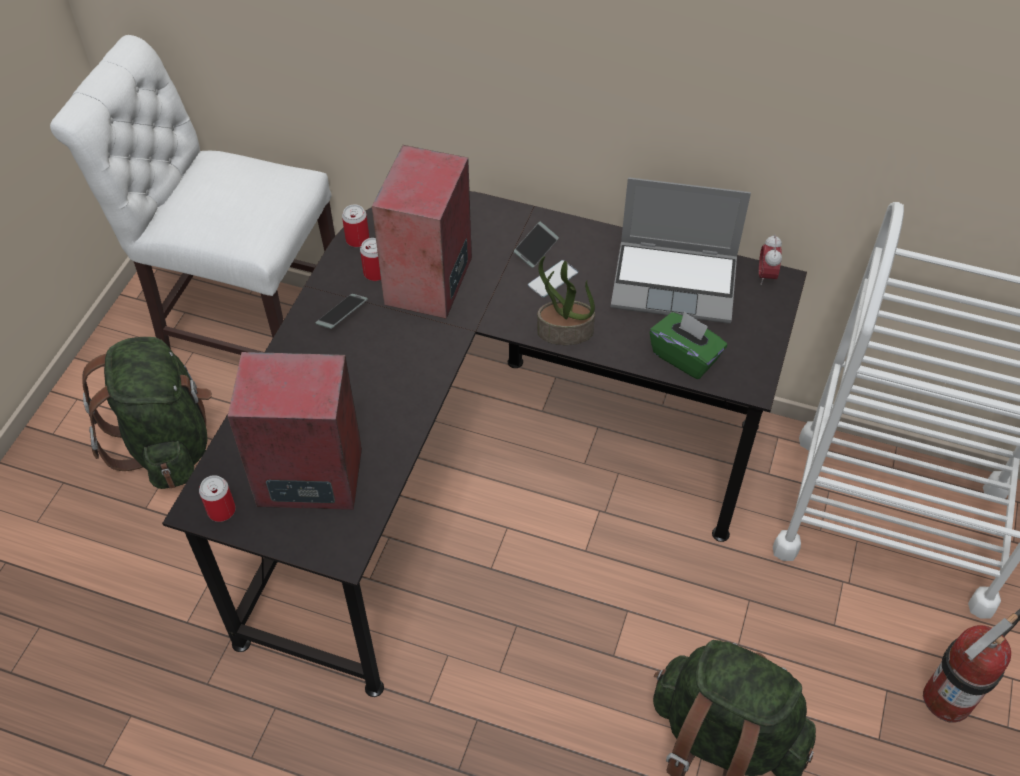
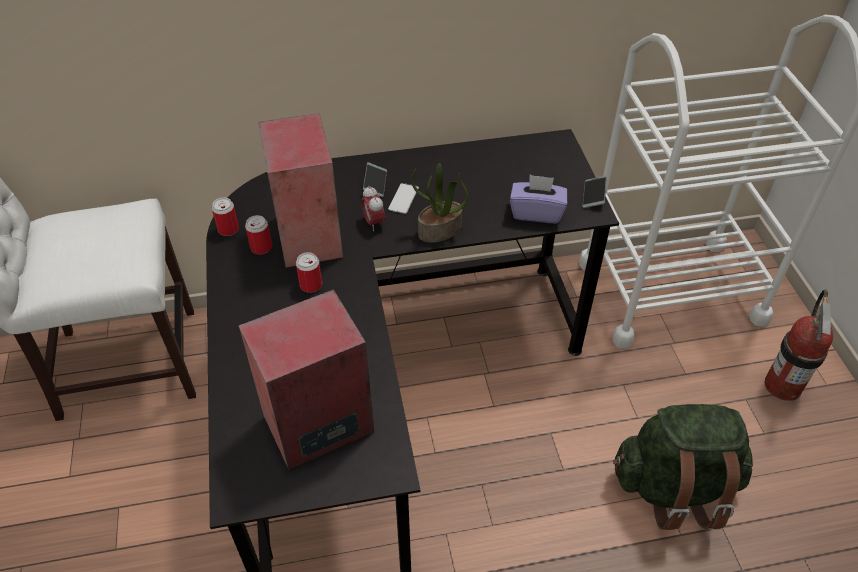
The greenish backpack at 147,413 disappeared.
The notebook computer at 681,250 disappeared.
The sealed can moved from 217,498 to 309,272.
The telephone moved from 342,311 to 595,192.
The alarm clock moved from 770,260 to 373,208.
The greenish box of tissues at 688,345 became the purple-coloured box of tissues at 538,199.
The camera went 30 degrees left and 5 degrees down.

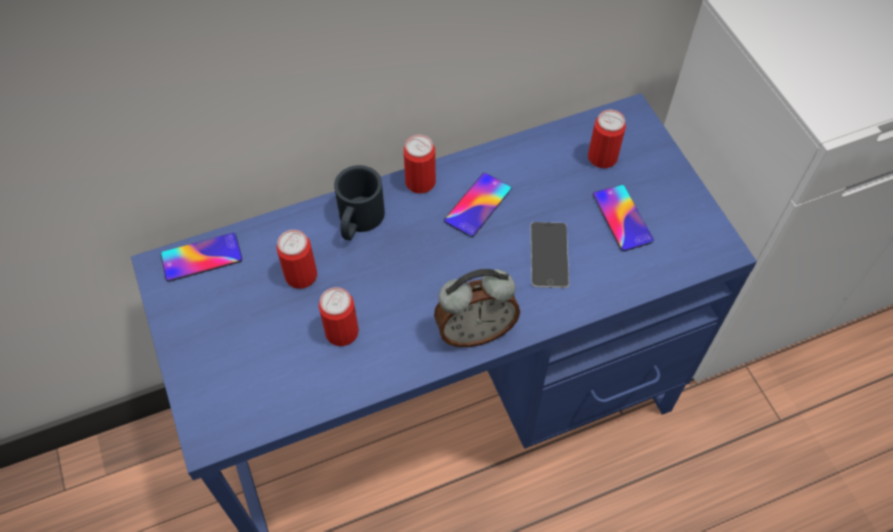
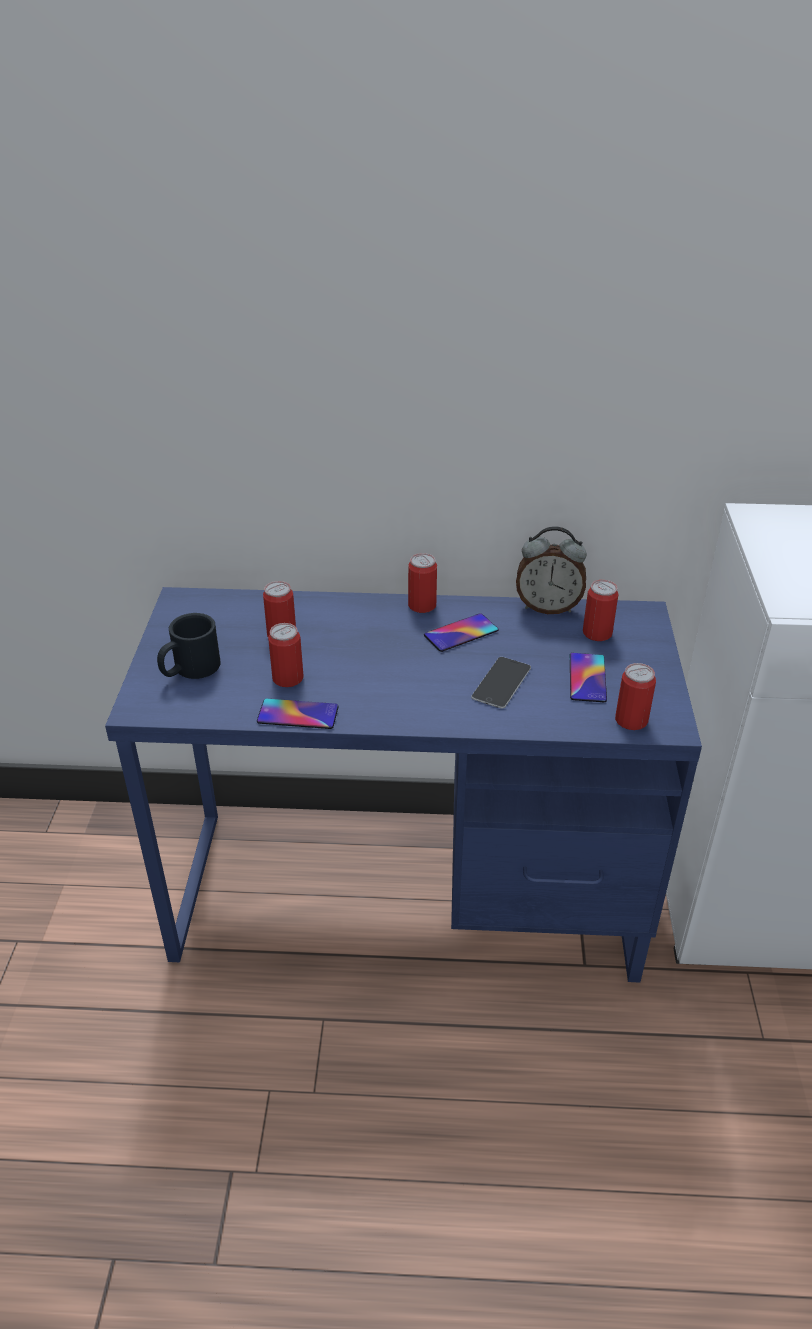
The sealed can at 635,696 appeared.
The telephone moved from 201,257 to 298,714.
The black-coloured tea mug moved from 359,202 to 189,646.
The alarm clock moved from 477,308 to 551,570.
The camera went 25 degrees right and 20 degrees down.

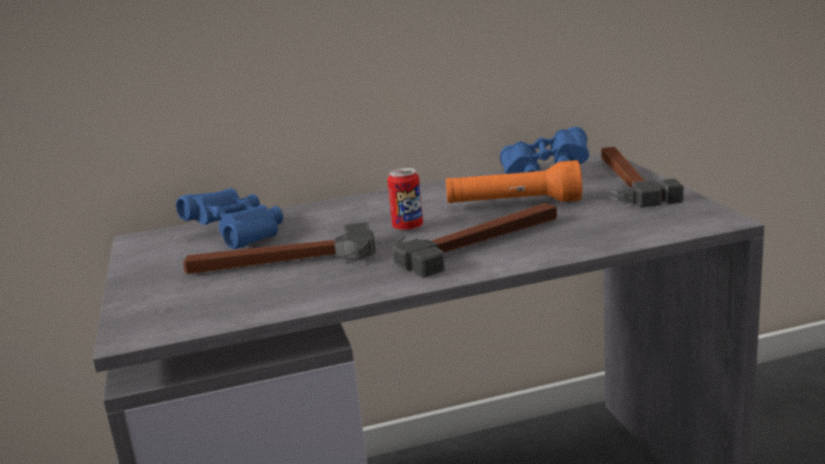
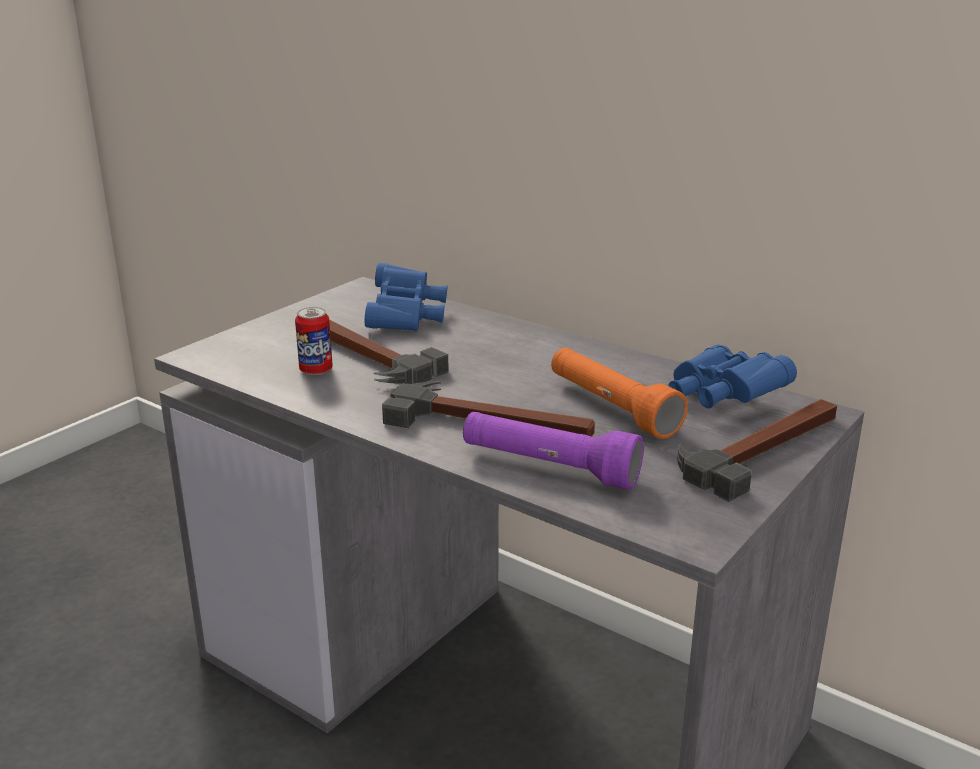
The purple-coloured torch at 553,451 appeared.
The sealed can moved from 405,200 to 314,341.
The camera went 50 degrees right and 5 degrees up.

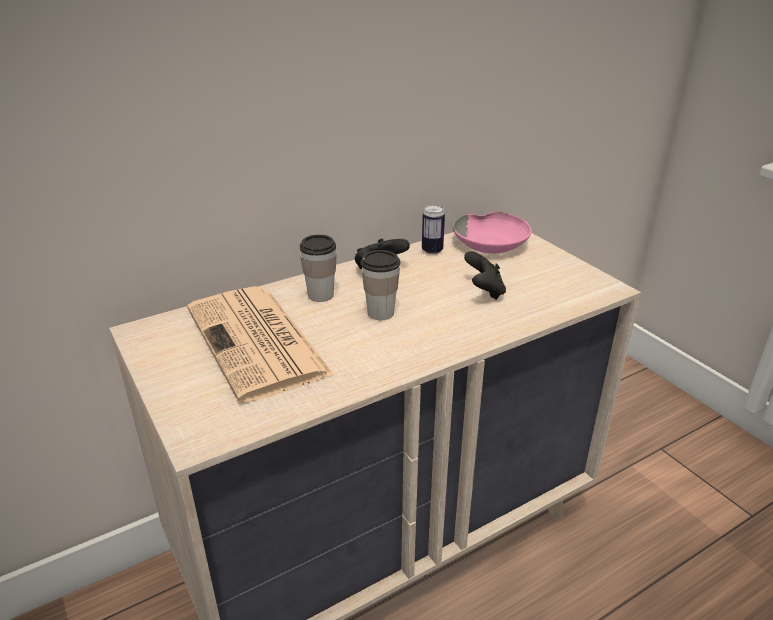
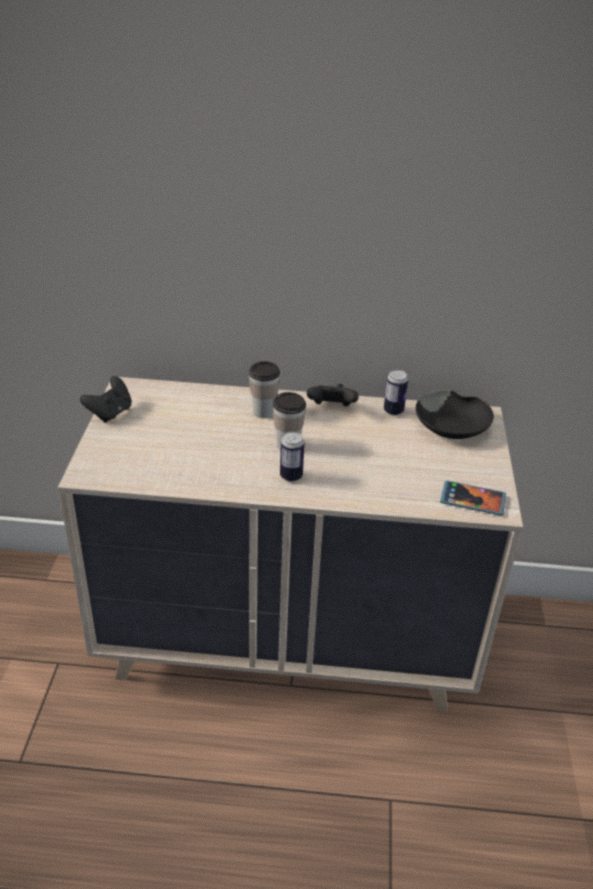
The daily paper at 260,344 disappeared.
The sealed can at 292,457 appeared.
The telephone at 473,498 appeared.
The black-coloured joypad moved from 485,275 to 106,399.
The pink-coloured serving bowl at 492,233 became the black-coloured serving bowl at 455,414.
The camera went 35 degrees right and 5 degrees up.

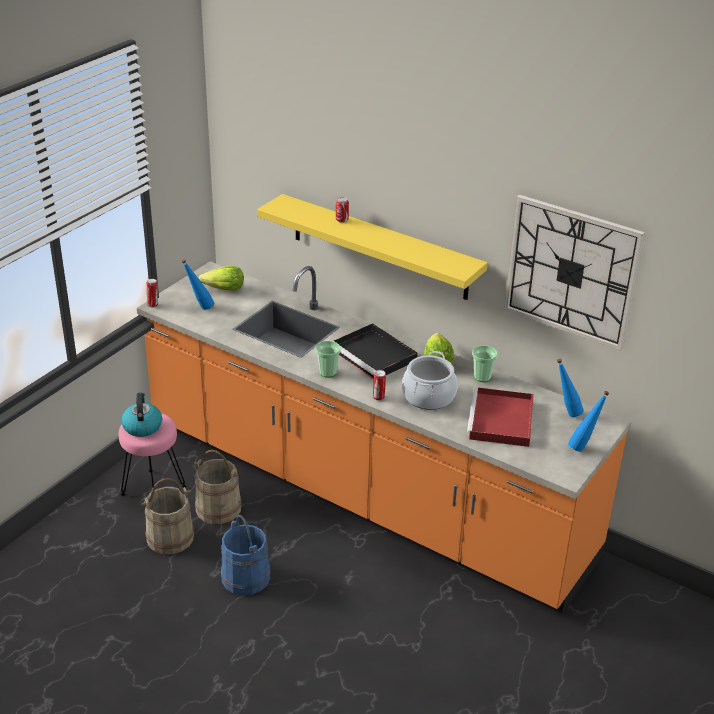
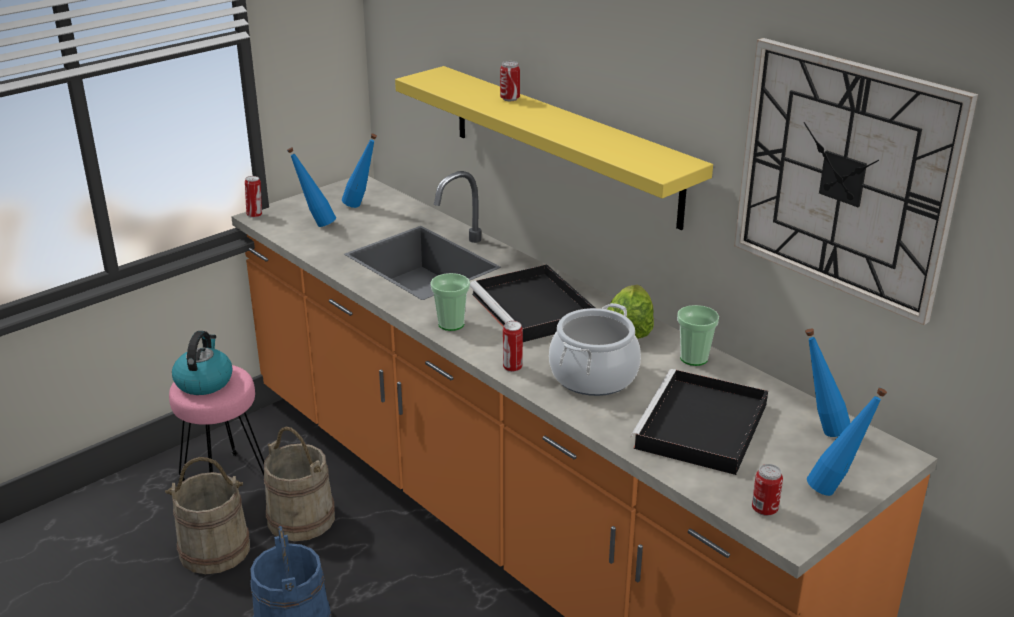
The sealed can at 767,490 appeared.
The lettuce head at 221,278 was replaced by the blue-coloured bottle at 359,171.
The red tray at 500,417 became the black-coloured tray at 699,422.
The camera went 15 degrees right and 5 degrees down.

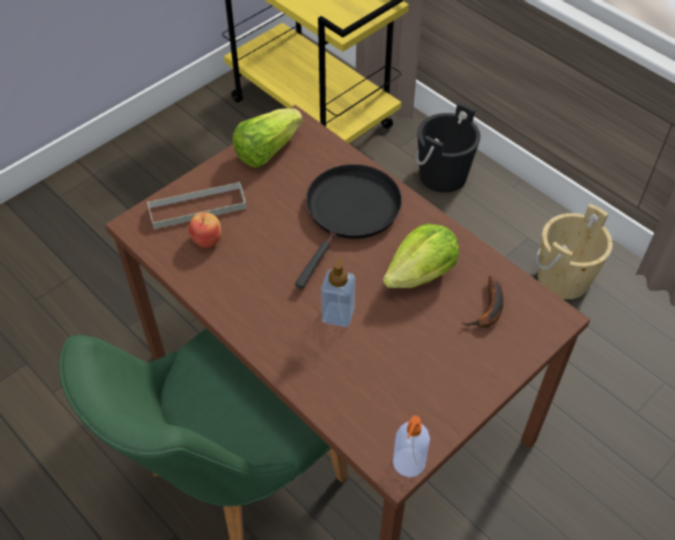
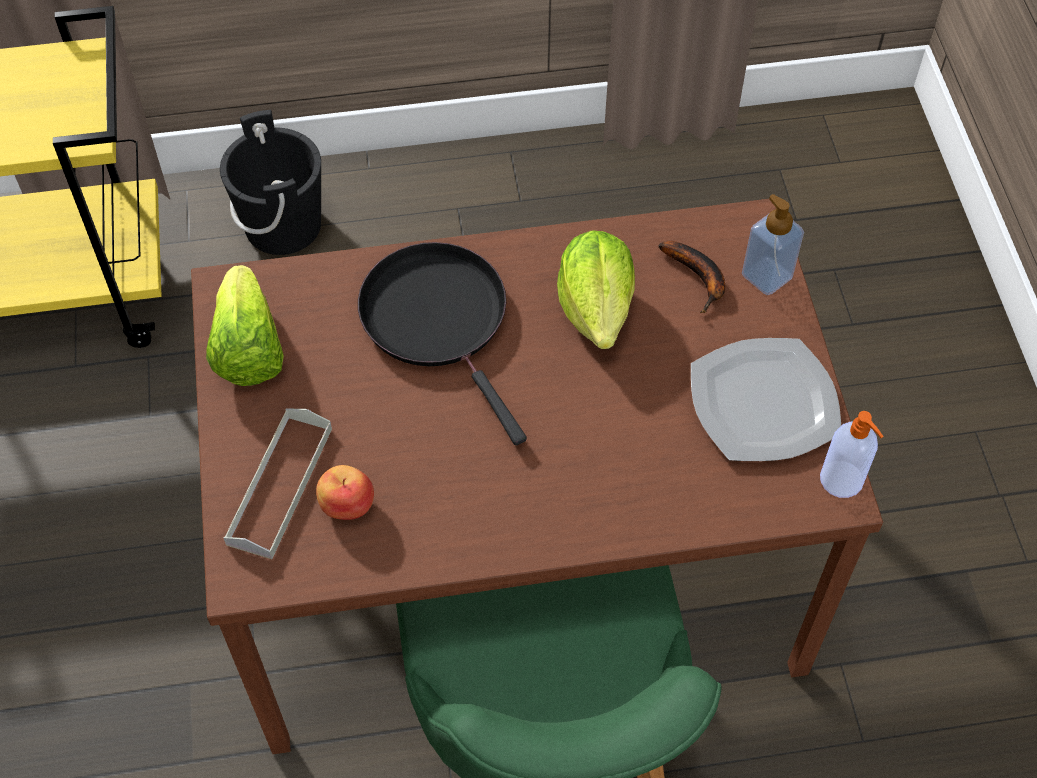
The sand-coloured bucket at 574,251 disappeared.
The plate at 766,399 appeared.
The soap bottle moved from 338,291 to 773,244.
The camera went 55 degrees left and 5 degrees up.

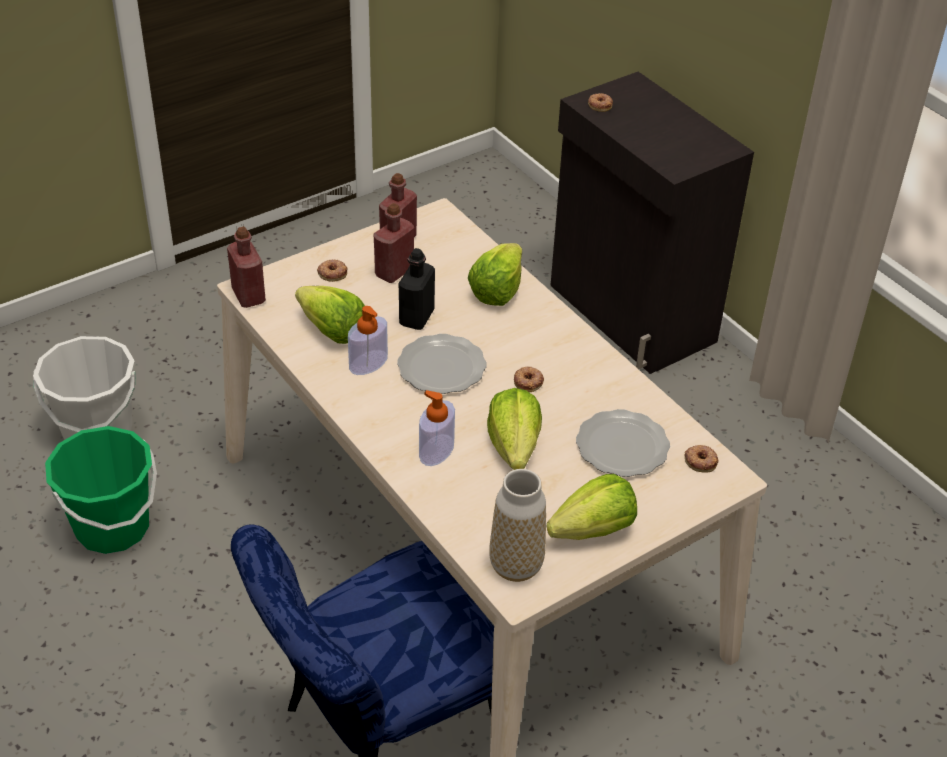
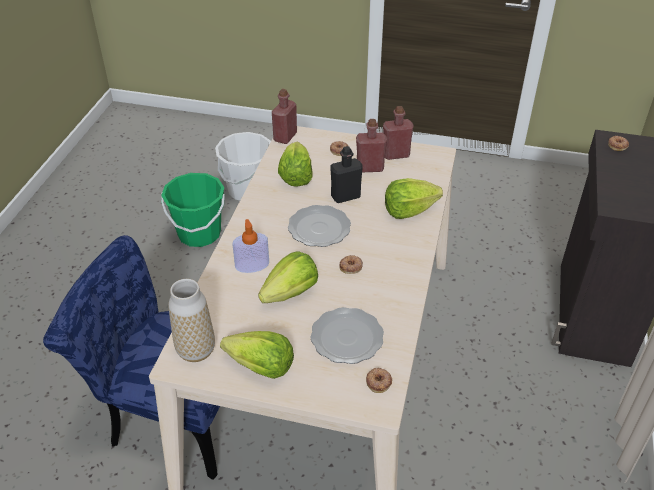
The soap bottle at 368,340 disappeared.
The camera went 50 degrees right and 0 degrees up.

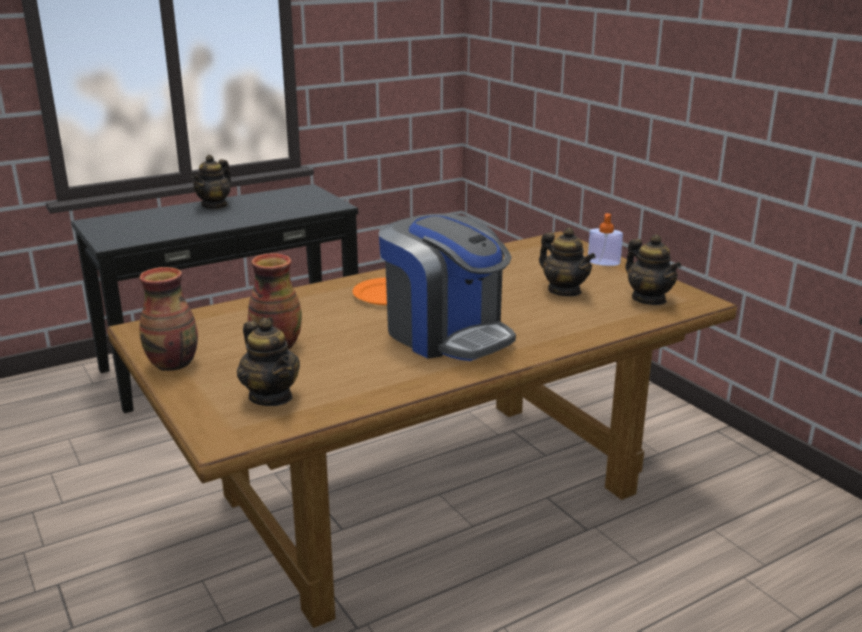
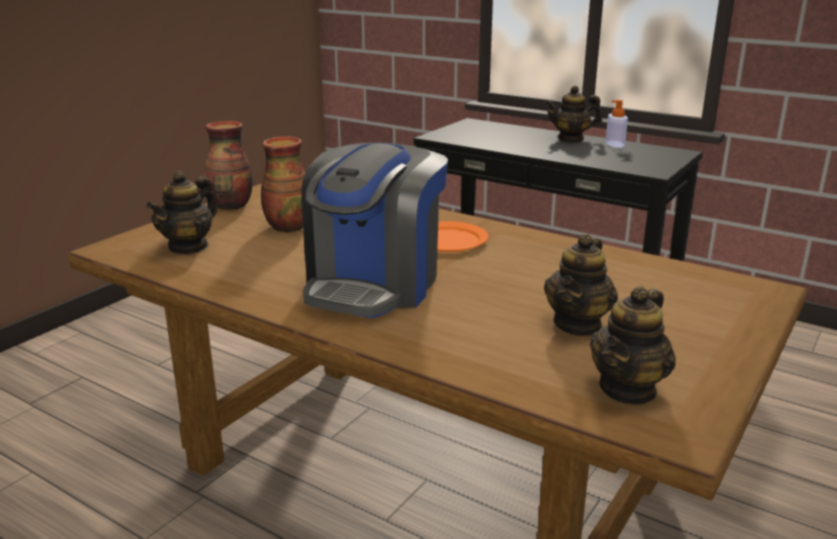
The soap bottle moved from 605,239 to 617,124.
The camera went 65 degrees right and 0 degrees up.

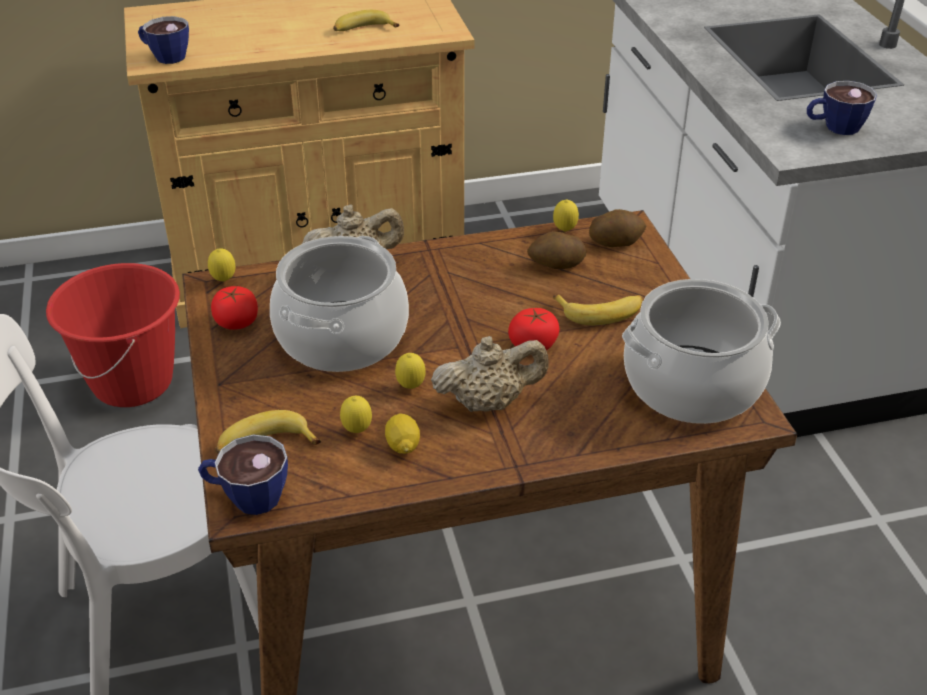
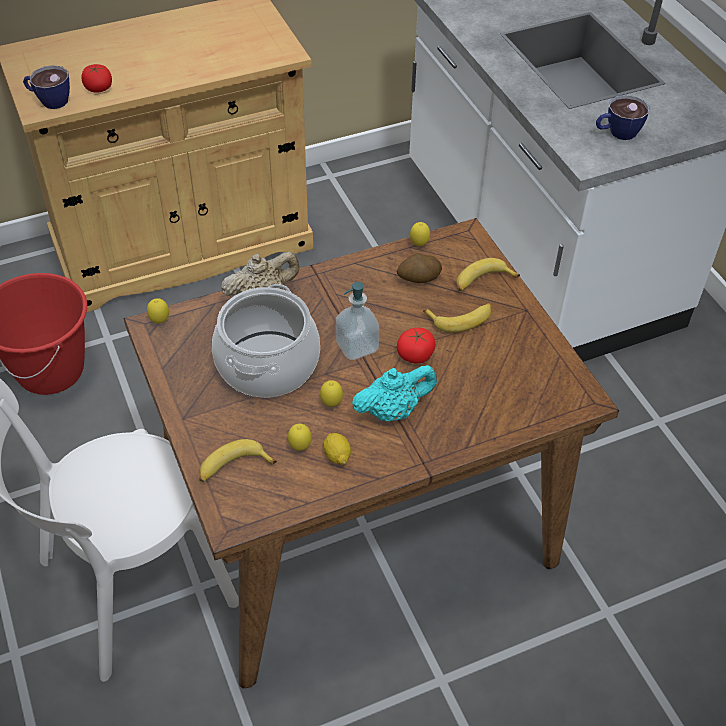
The drinking cup at 243,474 disappeared.
The potato at 617,228 disappeared.
The stockpot at 701,351 disappeared.
The soap bottle at 357,321 appeared.
The tomato moved from 234,308 to 96,78.
The banana moved from 366,20 to 488,274.
The sand-coloured pot for tea at 490,374 became the turquoise pot for tea at 394,393.
The camera went 10 degrees left and 10 degrees up.

